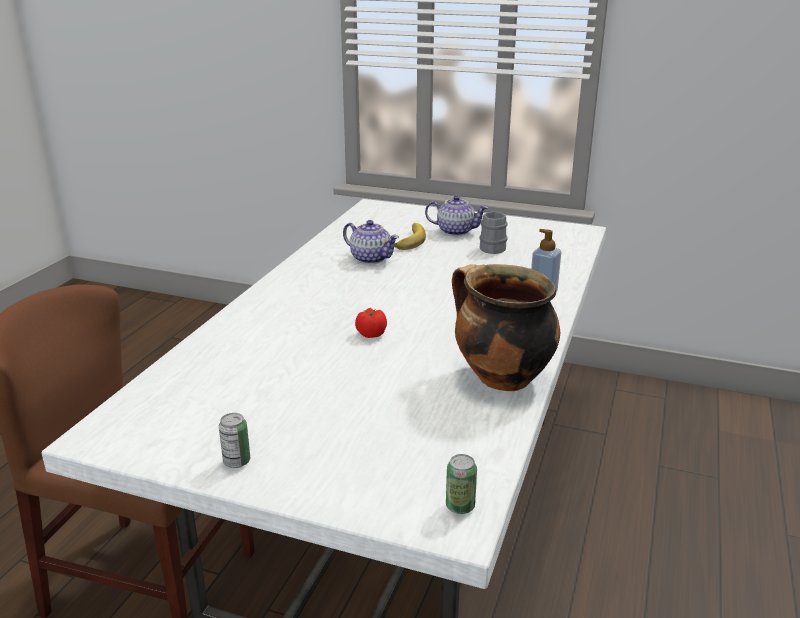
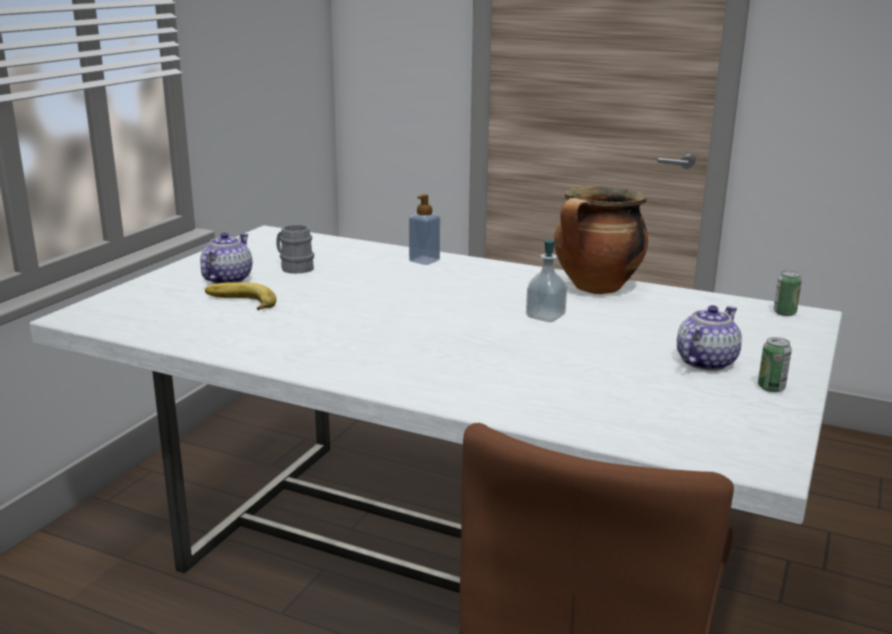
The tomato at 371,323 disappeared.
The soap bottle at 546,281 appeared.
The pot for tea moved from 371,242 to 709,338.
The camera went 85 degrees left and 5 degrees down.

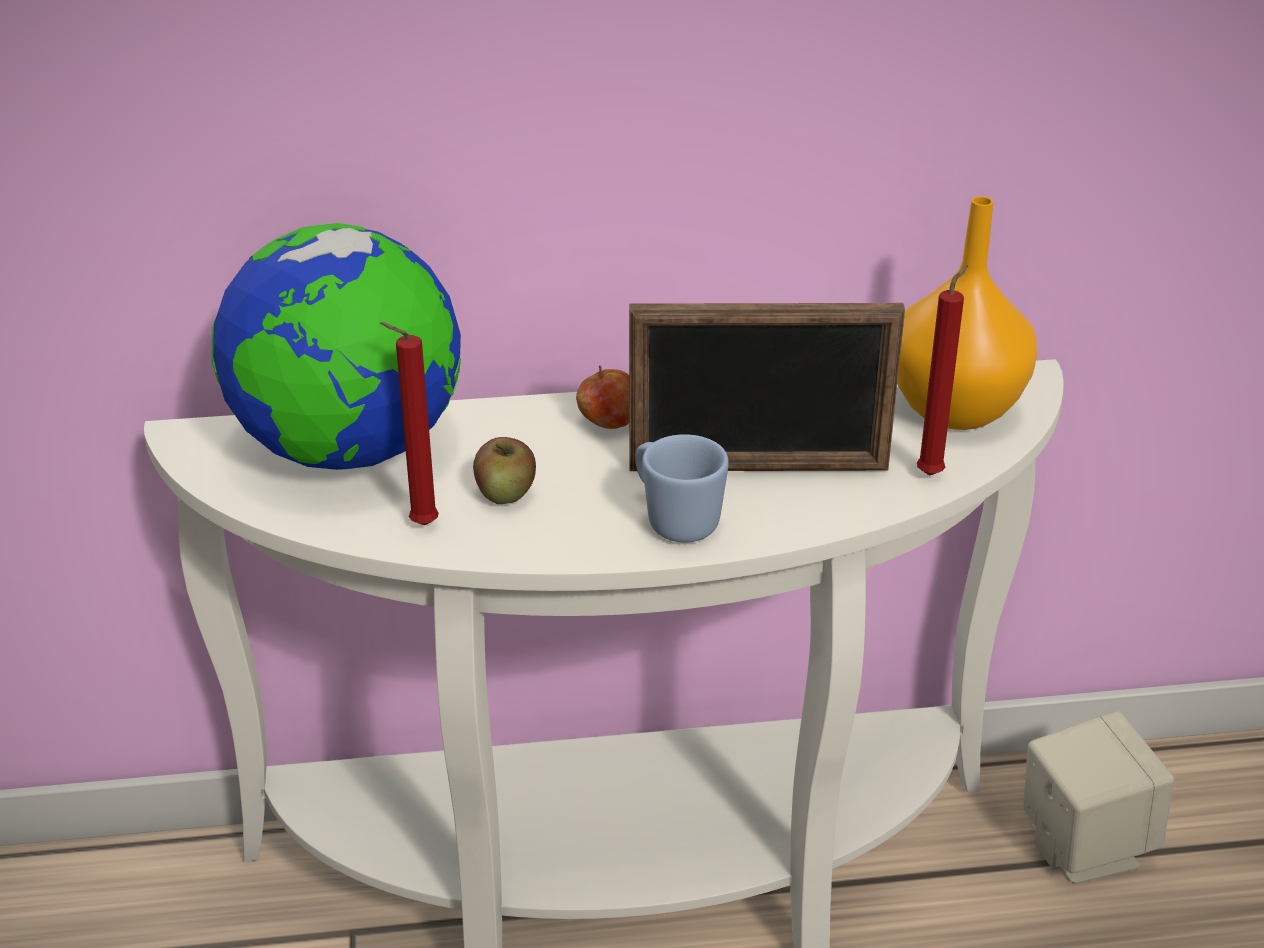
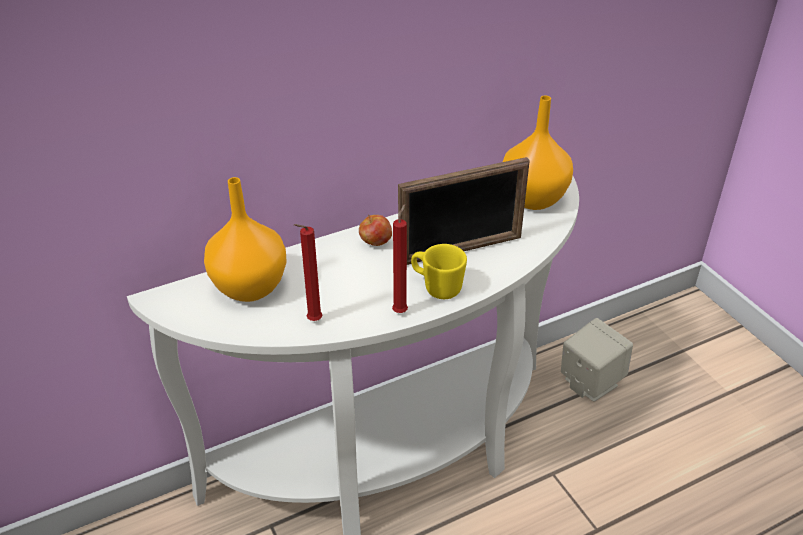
The apple at 504,470 disappeared.
The red wax light moved from 942,370 to 400,258.
The desk globe at 336,346 was replaced by the orangey decorative vase at 245,239.
The blue-coloured tea mug at 682,488 became the yellowish tea mug at 439,271.
The camera went 20 degrees left and 5 degrees up.

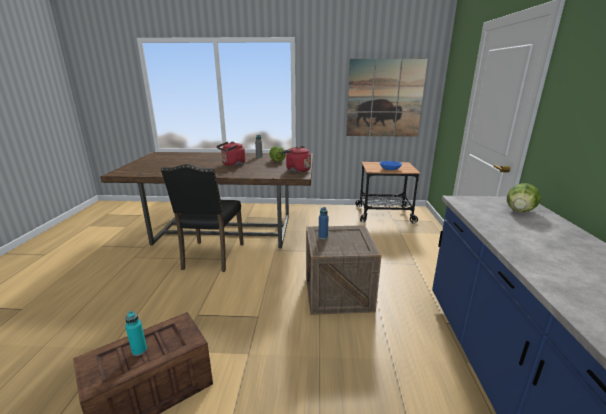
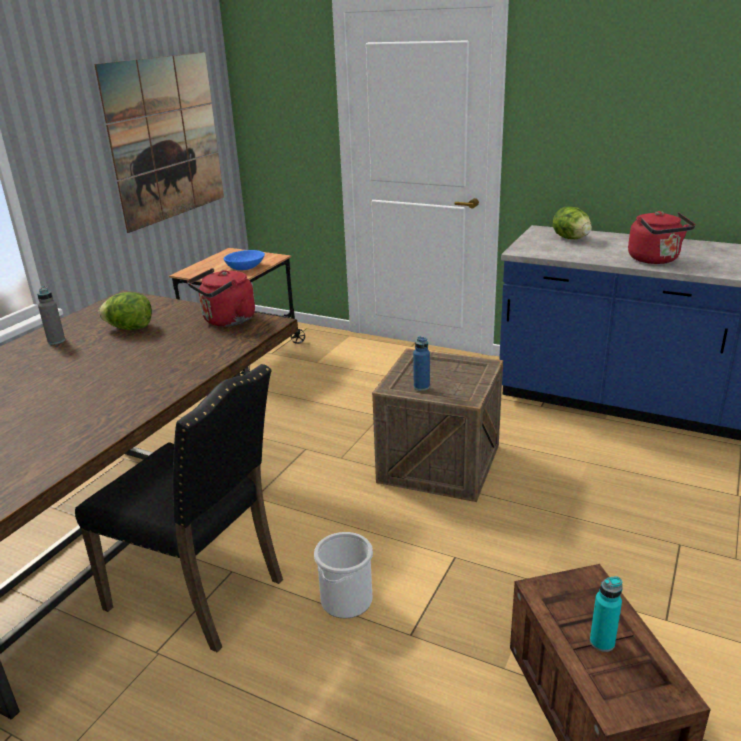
The bucket at 343,575 appeared.
The red water kettle moved from 230,154 to 662,237.
The camera went 65 degrees left and 5 degrees up.

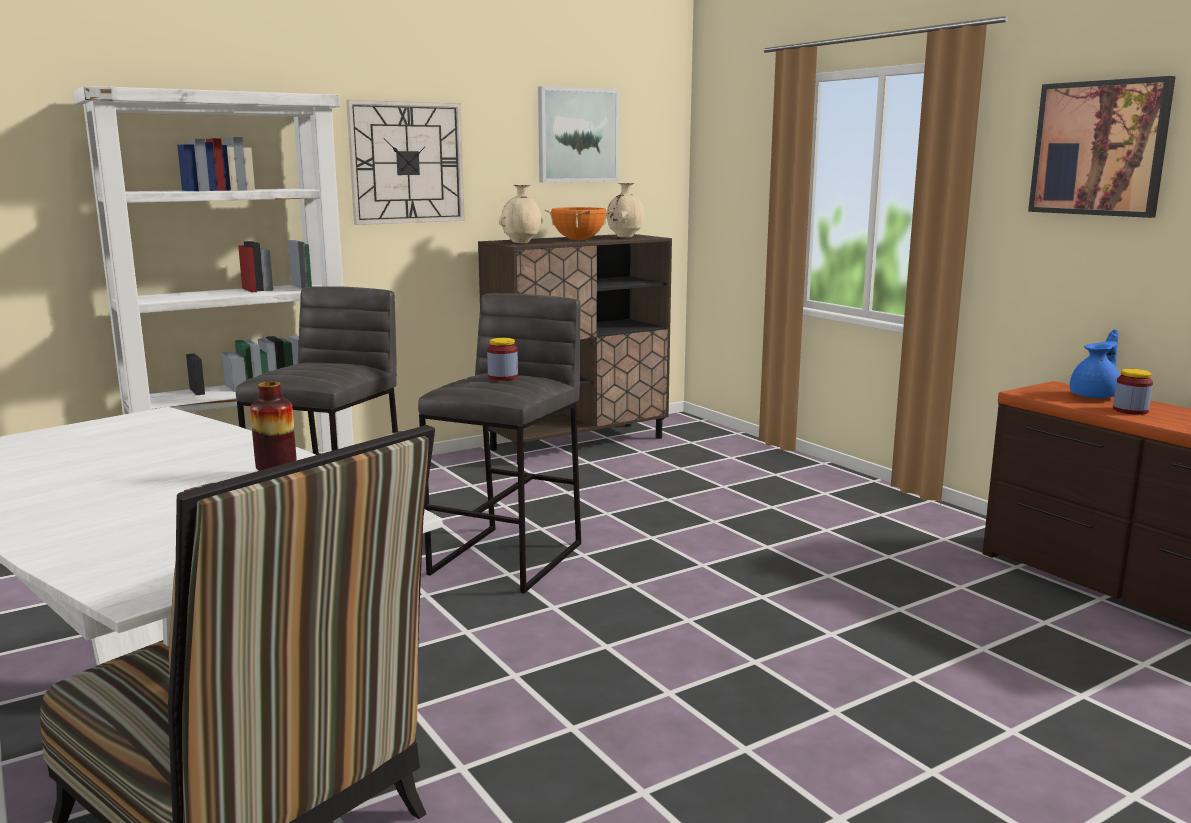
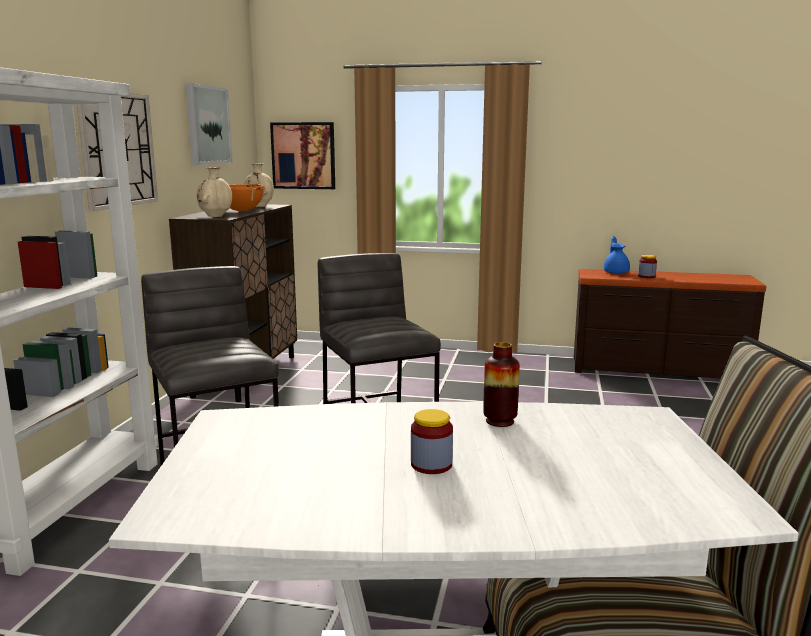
The preserve jar moved from 502,359 to 432,441.
The wall picture moved from 1102,147 to 302,155.
The camera went 45 degrees left and 0 degrees up.

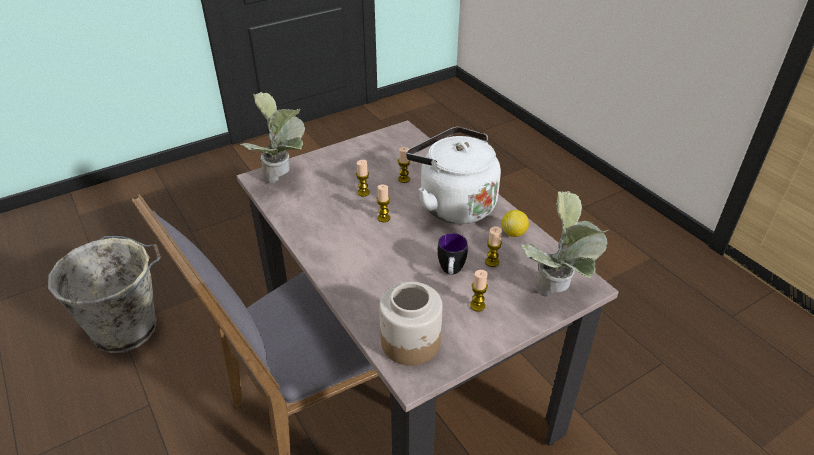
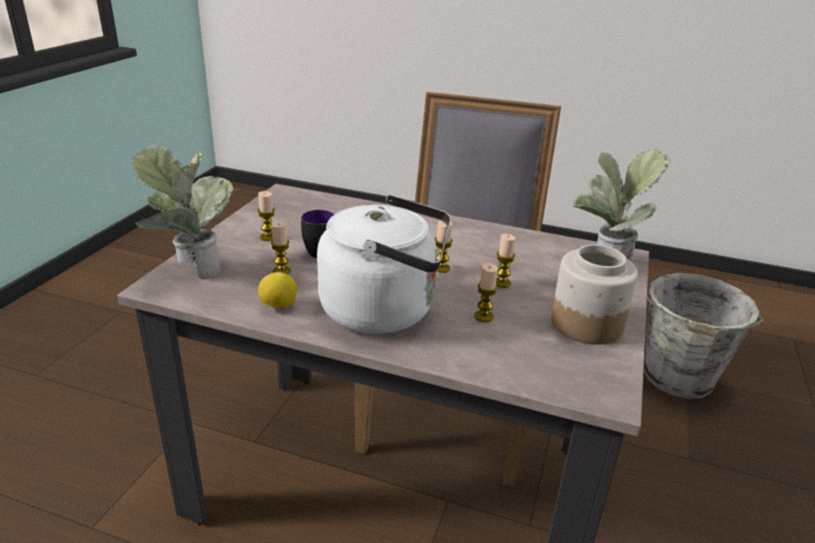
The preserve jar moved from 411,324 to 594,295.
The camera went 140 degrees right and 10 degrees down.

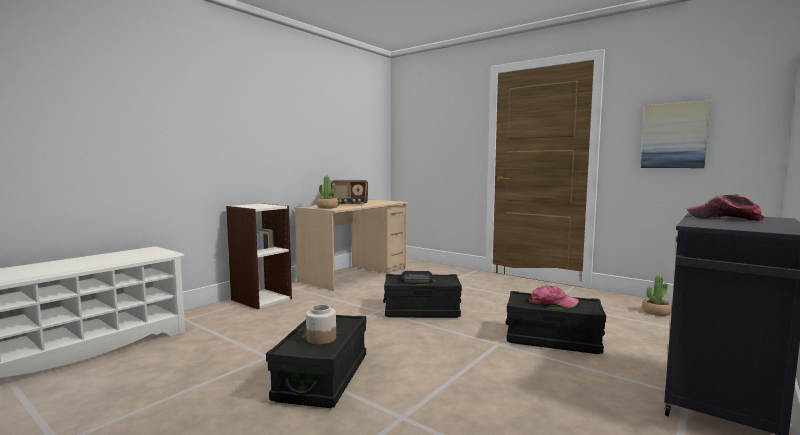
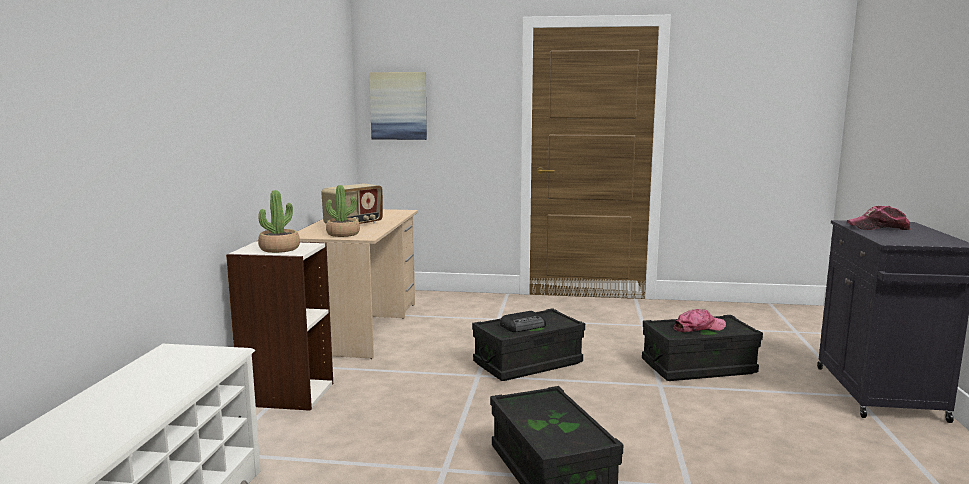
The preserve jar at 321,324 disappeared.
The wall picture moved from 675,134 to 398,106.
The potted plant moved from 657,295 to 279,221.
The camera went 30 degrees left and 5 degrees up.

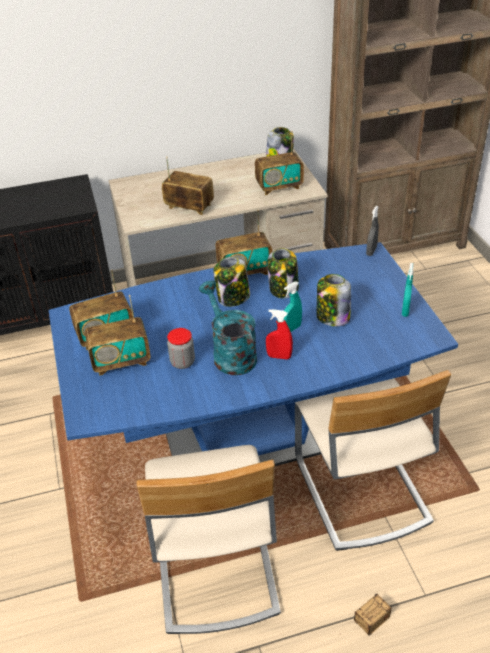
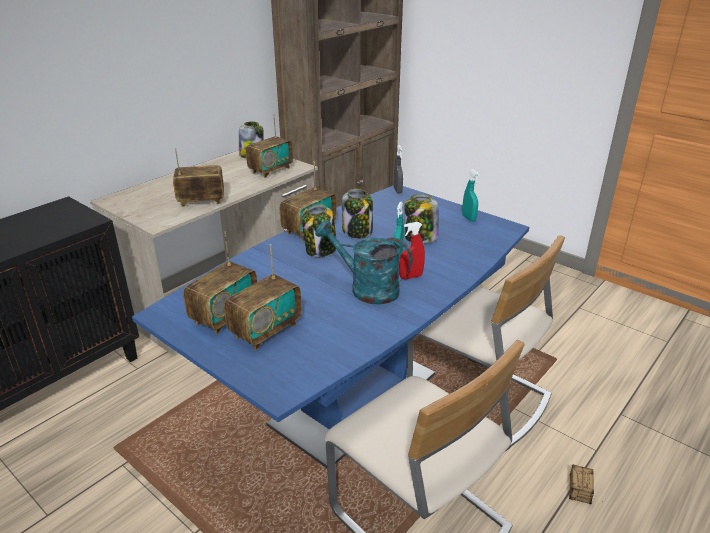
The preserve jar at 181,348 disappeared.
The camera went 35 degrees left and 10 degrees down.

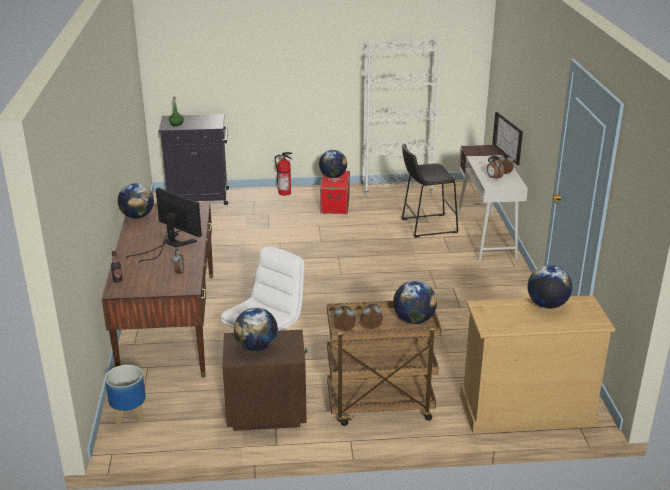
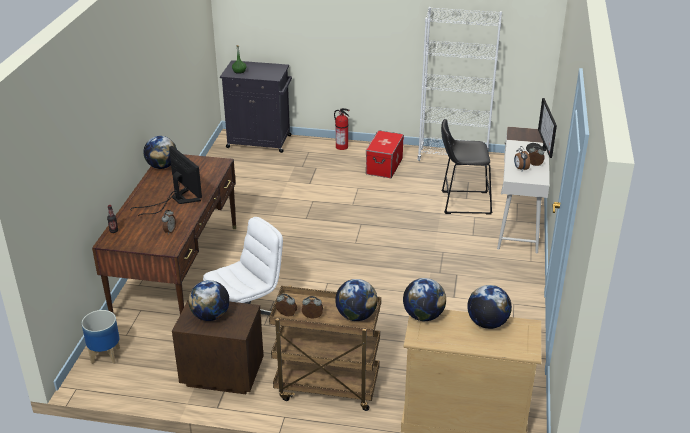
The desk globe moved from 333,164 to 424,299.
The camera went 15 degrees right and 5 degrees up.

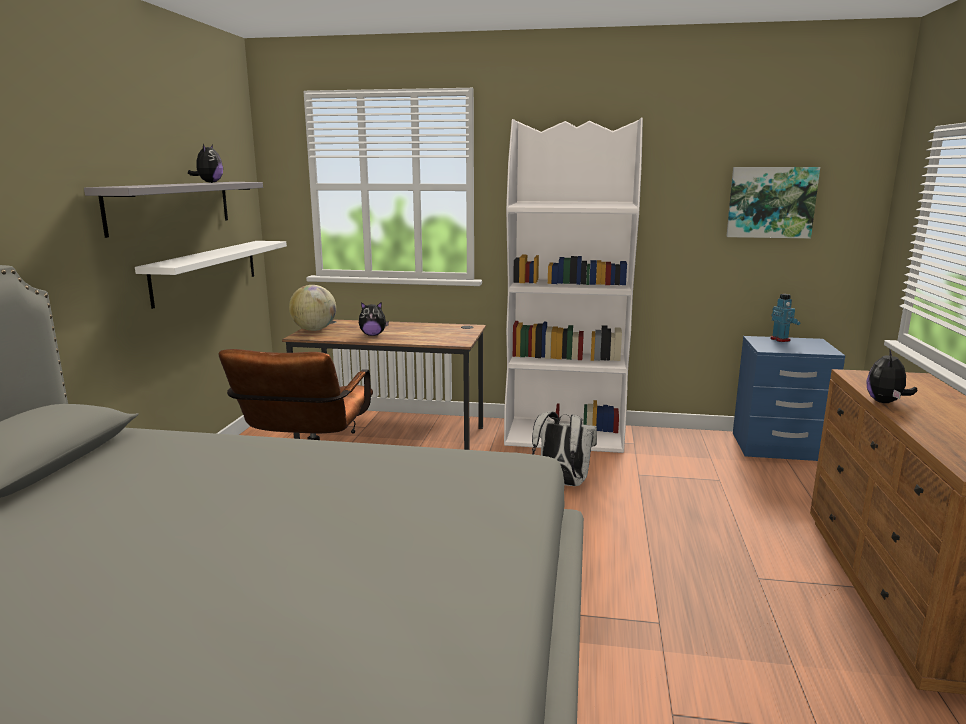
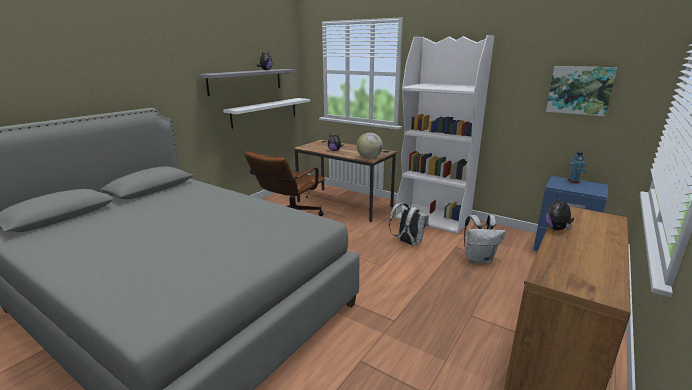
The whitish backpack at 485,239 appeared.
The desk globe moved from 312,308 to 370,146.
The cuddly toy at 892,376 turned 45 degrees counterclockwise.
The camera went 25 degrees right and 5 degrees up.

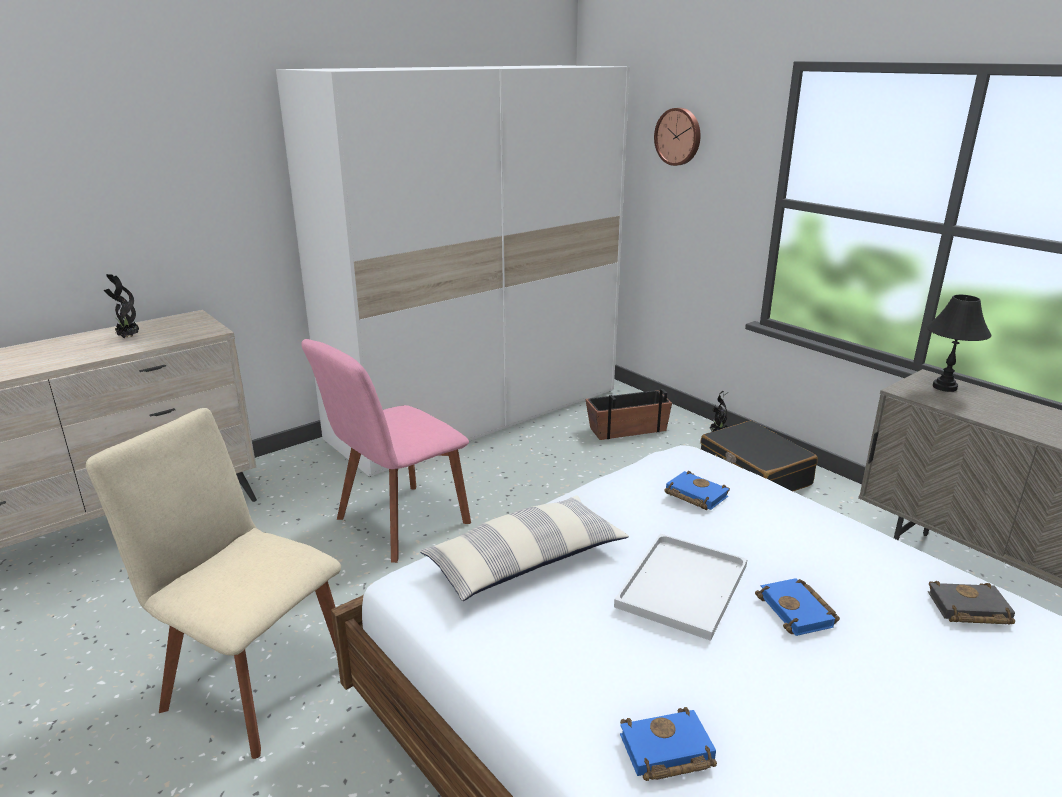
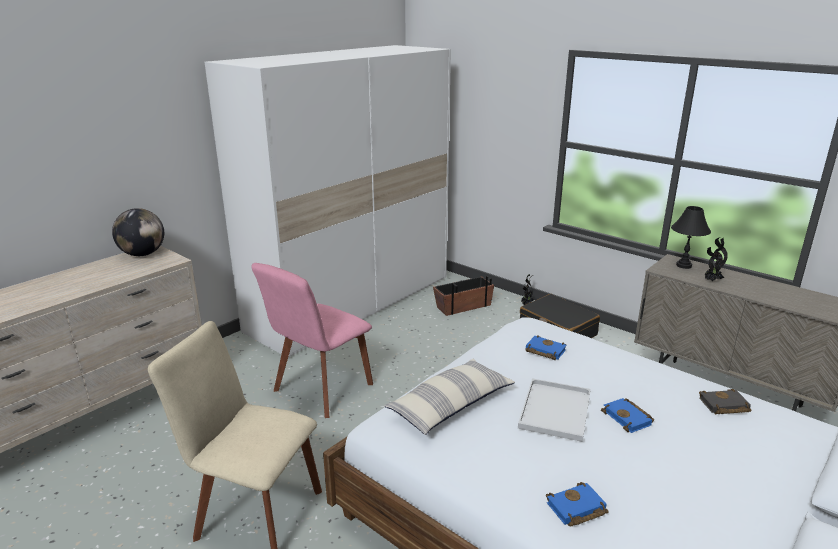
The clock on the wall at 677,137 disappeared.
The desk globe at 138,232 appeared.
The potted plant moved from 121,306 to 716,259.
The camera went 10 degrees left and 0 degrees up.

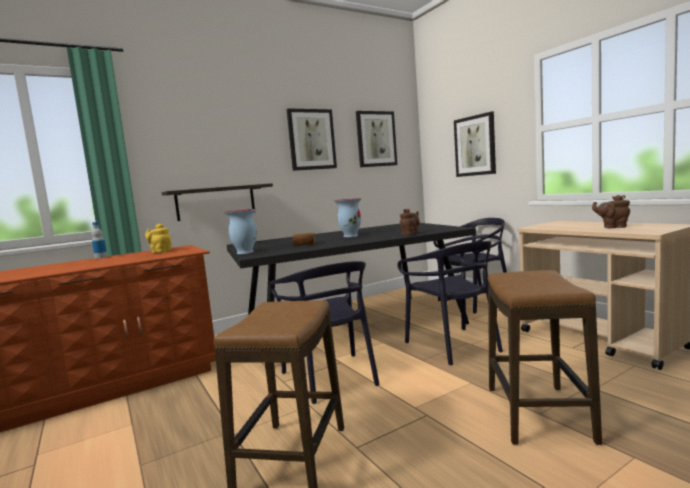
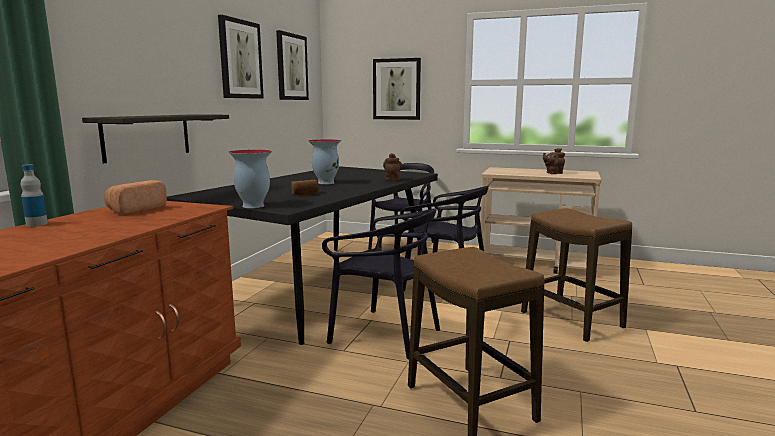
The yellowish pot for tea at 158,238 was replaced by the bakery bread at 135,197.
The camera went 40 degrees left and 5 degrees up.

